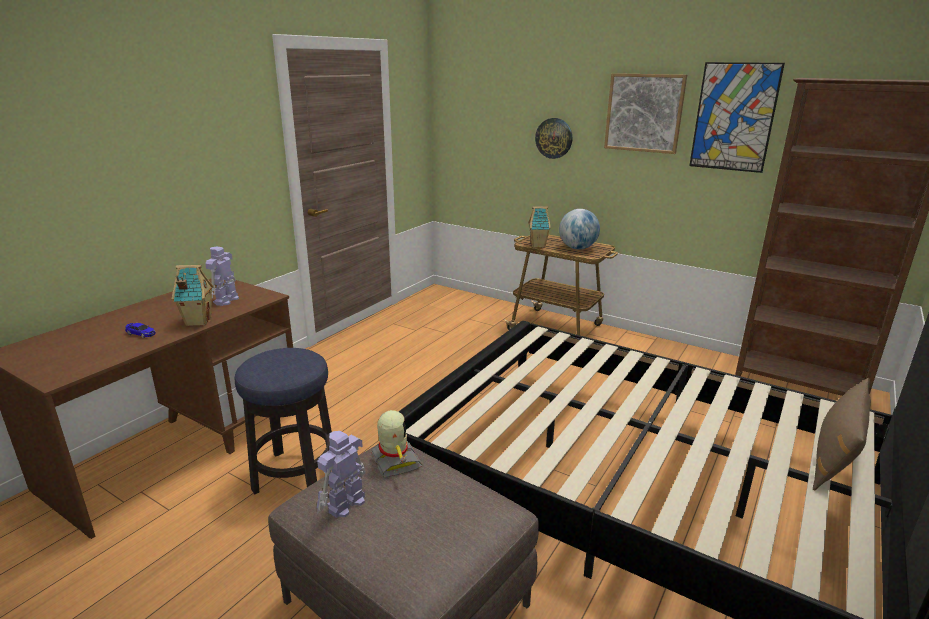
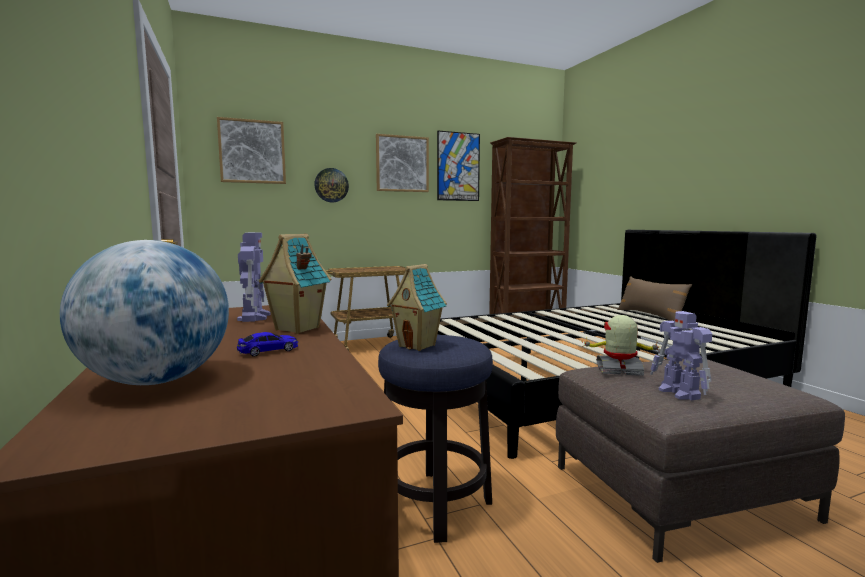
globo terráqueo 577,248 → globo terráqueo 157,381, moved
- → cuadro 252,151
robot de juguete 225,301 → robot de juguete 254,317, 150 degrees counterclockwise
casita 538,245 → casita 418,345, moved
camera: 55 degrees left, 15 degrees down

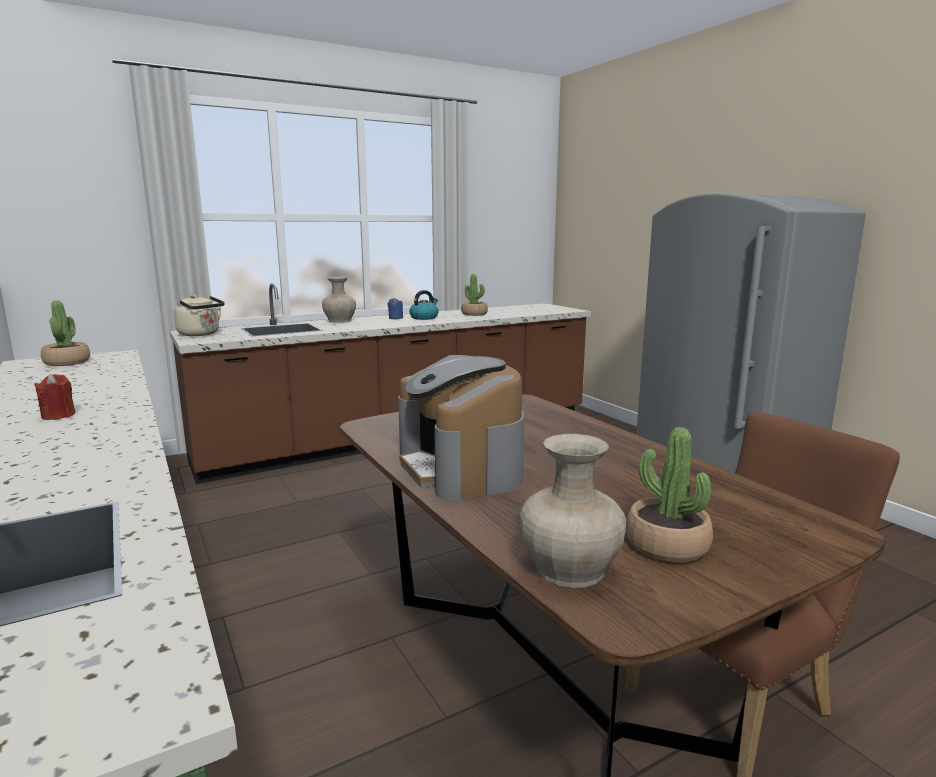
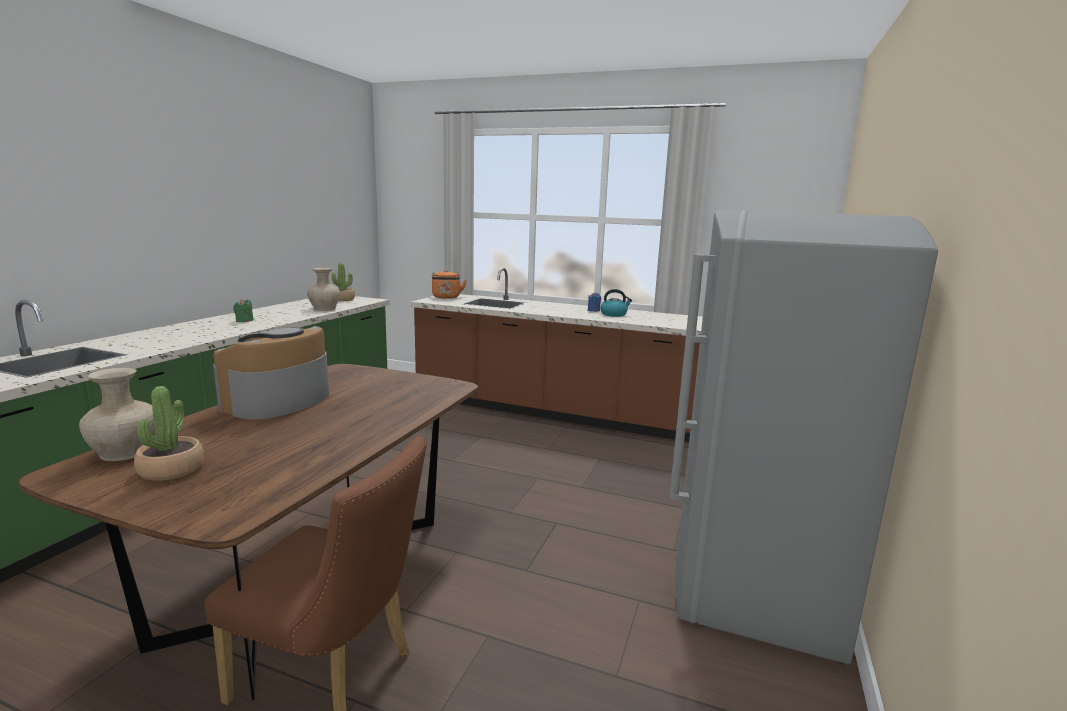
vela (rojo) 58,415 → vela (verde) 244,321
florero (beis) 339,321 → florero (beis) 324,308, moved
hervidor (beis) 201,334 → hervidor (naranja) 446,297
planta en maceta 474,314 → -
camera: 50 degrees right, 0 degrees up

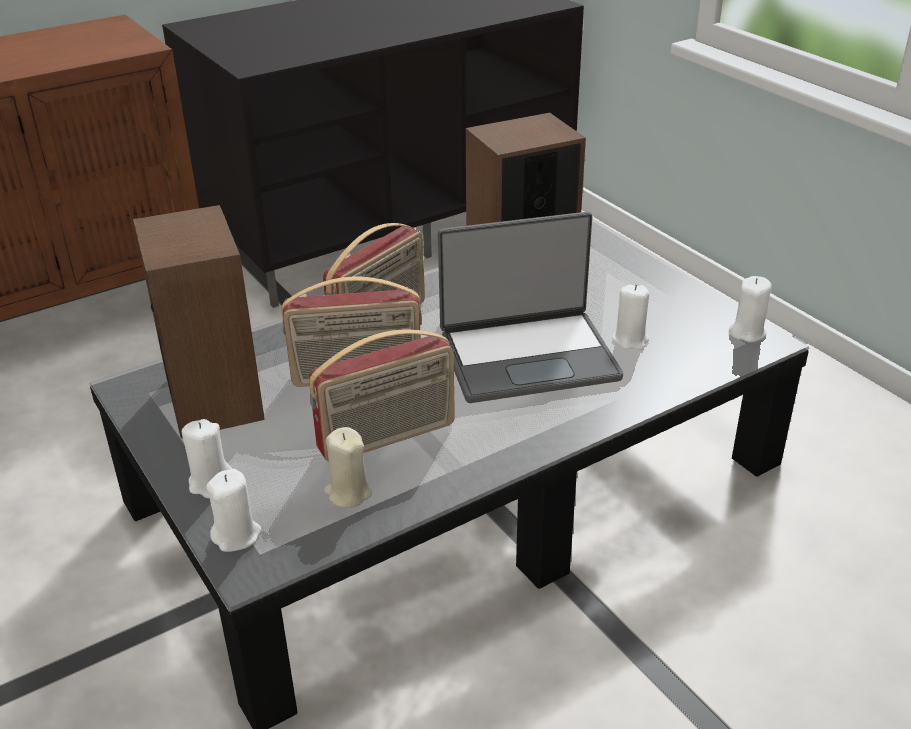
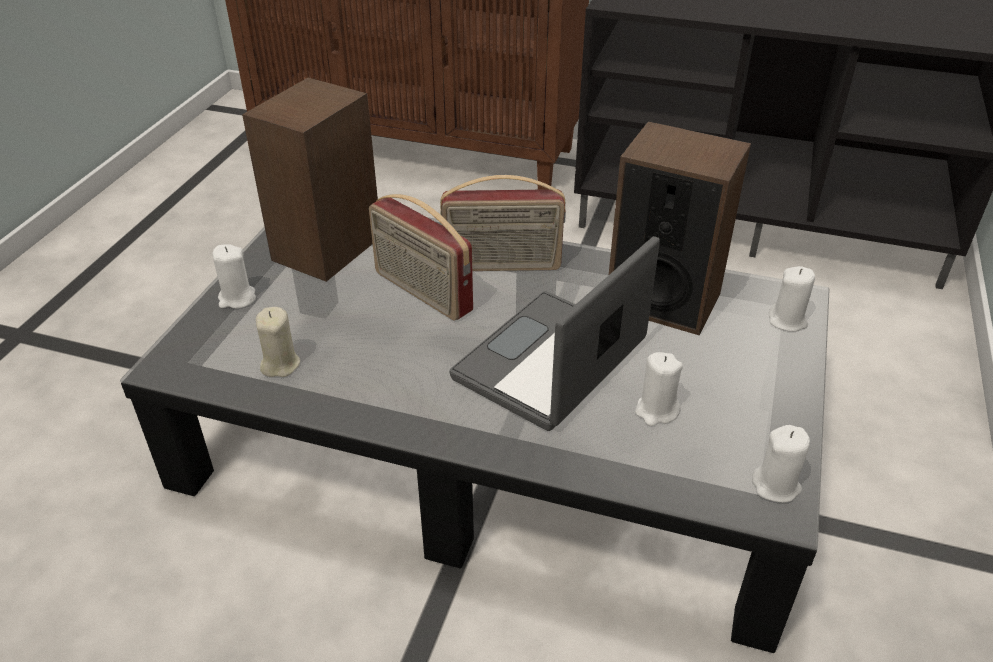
portátil 528,357 → portátil 552,363, 90 degrees clockwise
vela (blanco) 237,535 → vela (blanco) 787,321, moved
radio 388,438 → -
camera: 50 degrees right, 5 degrees up

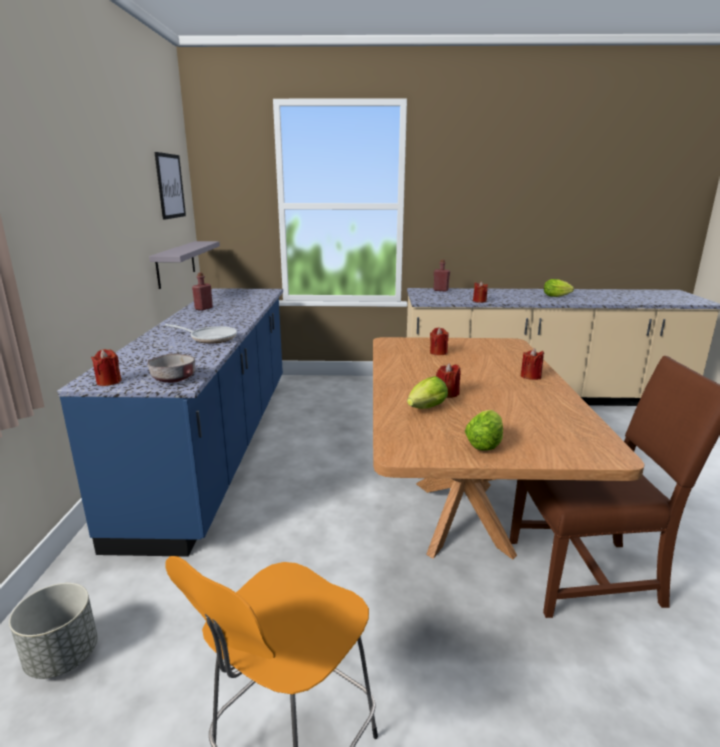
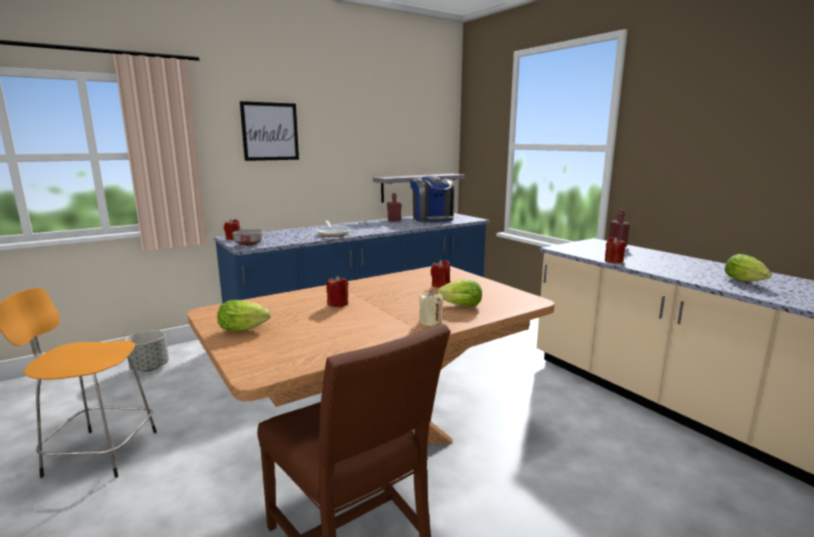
cuadro 170,186 → cuadro 270,131, moved
- → cafetera 432,219
vela (rojo) 530,376 → vela (beis) 430,322
lechuga 425,409 → lechuga 458,306, moved
camera: 55 degrees right, 5 degrees down

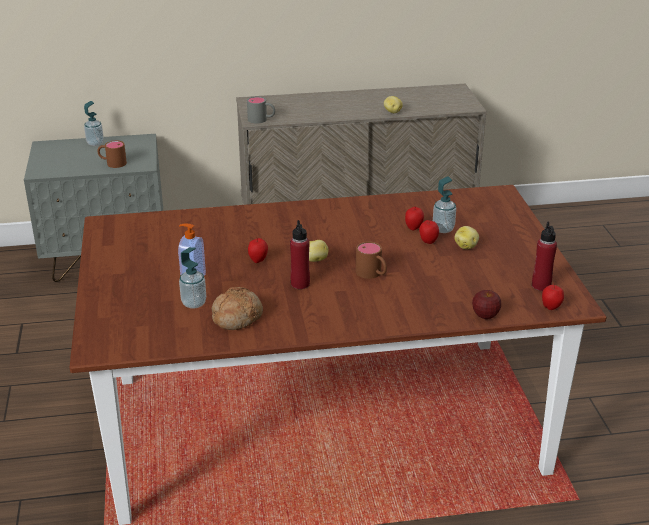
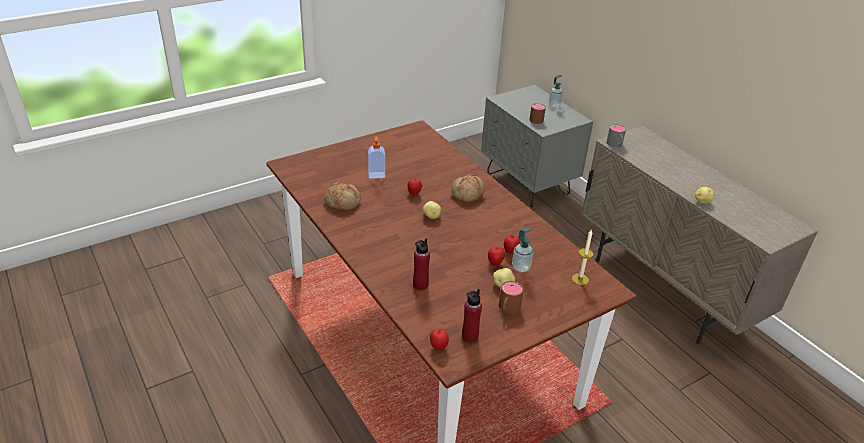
botella (rojo) 300,284 → botella (rojo) 420,285, moved
- → pan 468,194
taza grande (marrón) 372,274 → taza grande (marrón) 507,309, moved
- → vela 580,279
dispensador de jabón 194,303 → -
manzana 485,315 → -
camera: 65 degrees right, 5 degrees up

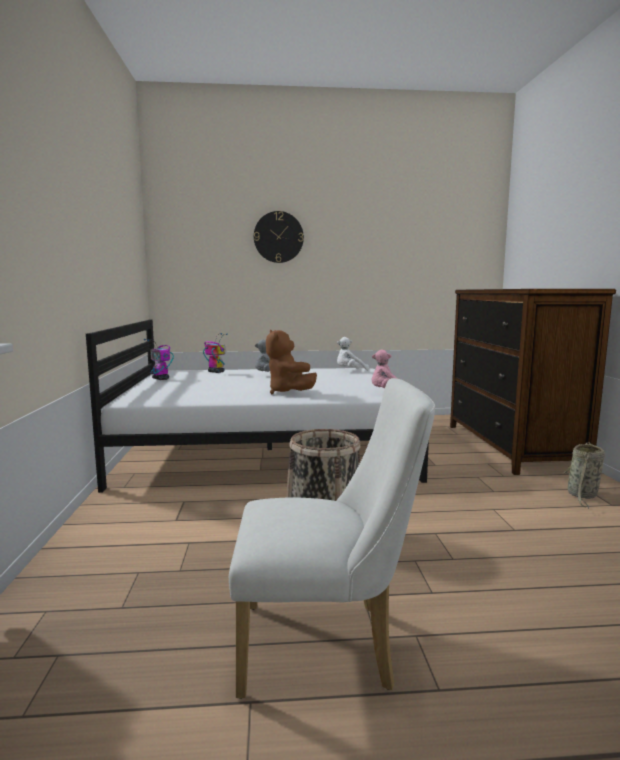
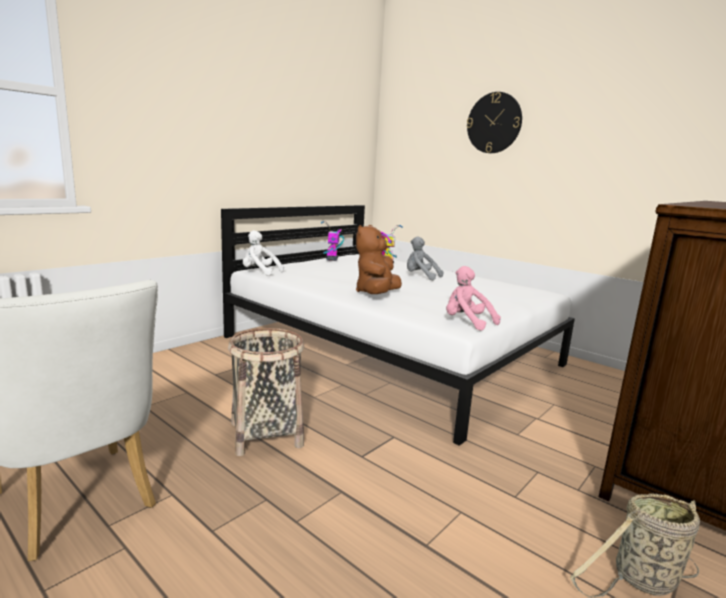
peluche (blanco) 349,371 → peluche (blanco) 260,272, moved
camera: 45 degrees right, 5 degrees up

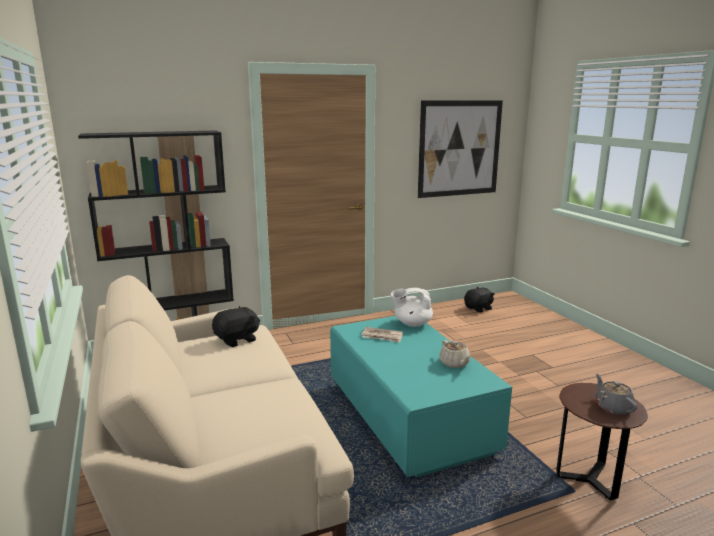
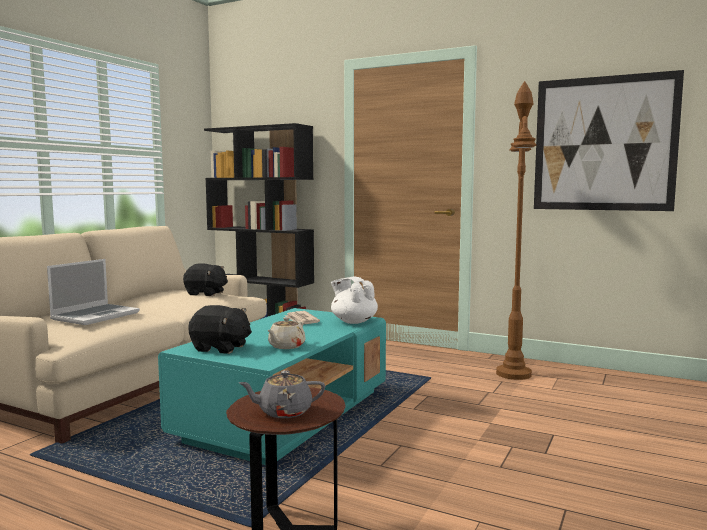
- → portátil 96,316
peluche (negro) 478,308 → peluche (negro) 220,348, moved
tetera (gris) 613,407 → tetera (gris) 284,412, 135 degrees counterclockwise
- → lámpara de pie (marrón) 513,374
camera: 50 degrees right, 10 degrees down

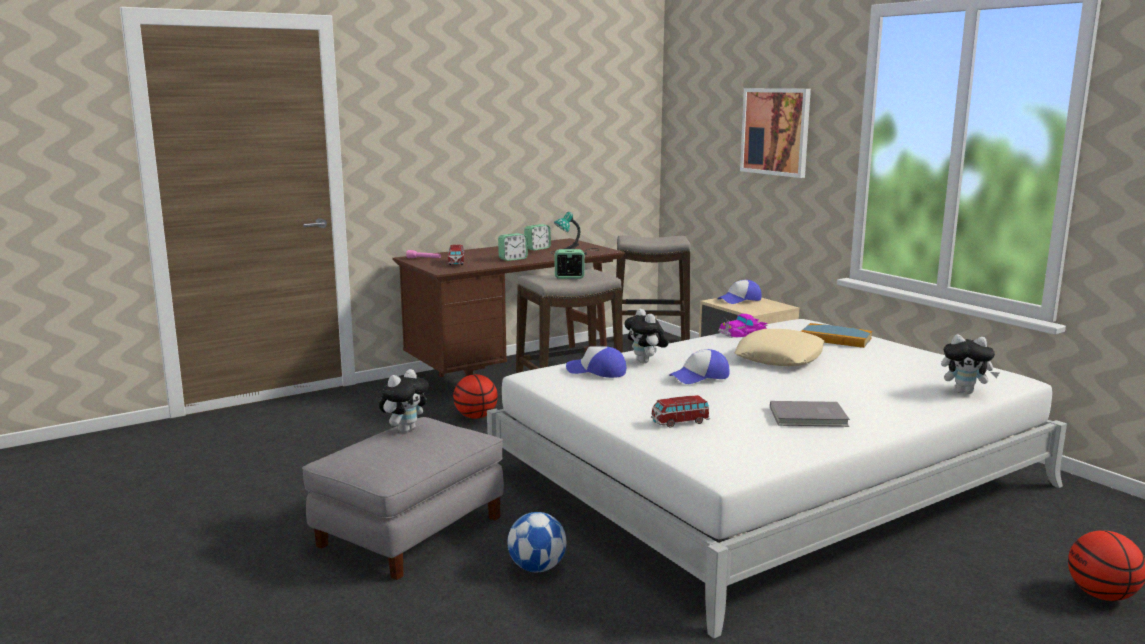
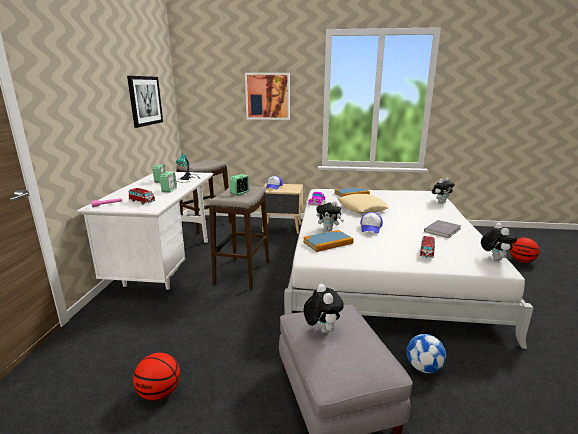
escritorio (marrón) 512,372 → escritorio (blanco) 166,265
- → cuadro 145,101
balón de baloncesto 476,417 → balón de baloncesto 159,393, moved
gorra 596,371 → libro 328,243
- → peluche 494,258
camera: 50 degrees left, 5 degrees up

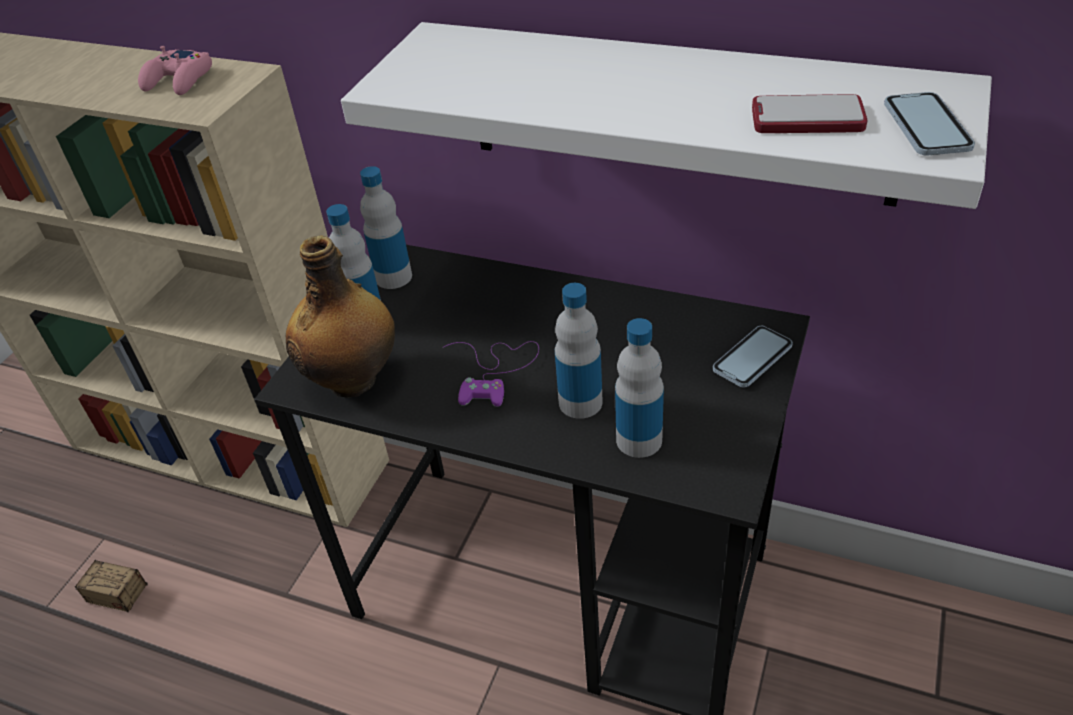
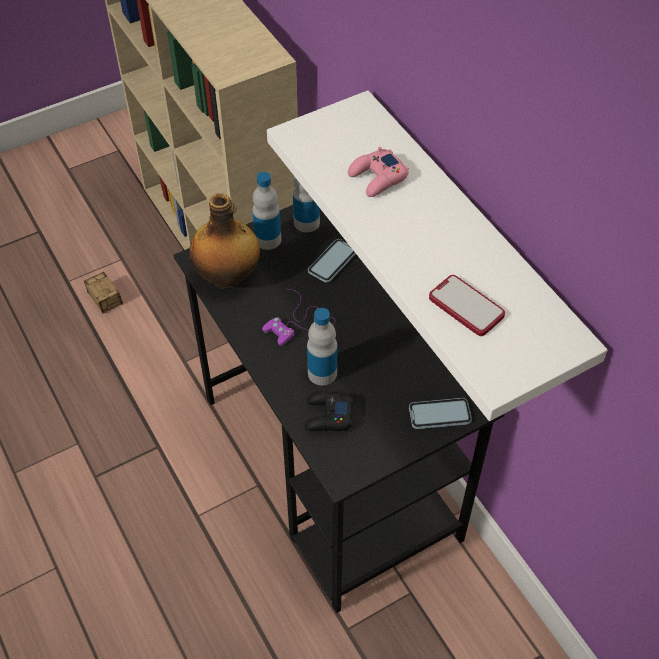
botella 639,440 → mando de consola (negro) 328,416
móvil 926,127 → móvil 332,262, moved
mando de consola (rosa) 179,80 → mando de consola (rosa) 377,178, moved
camera: 35 degrees right, 10 degrees up

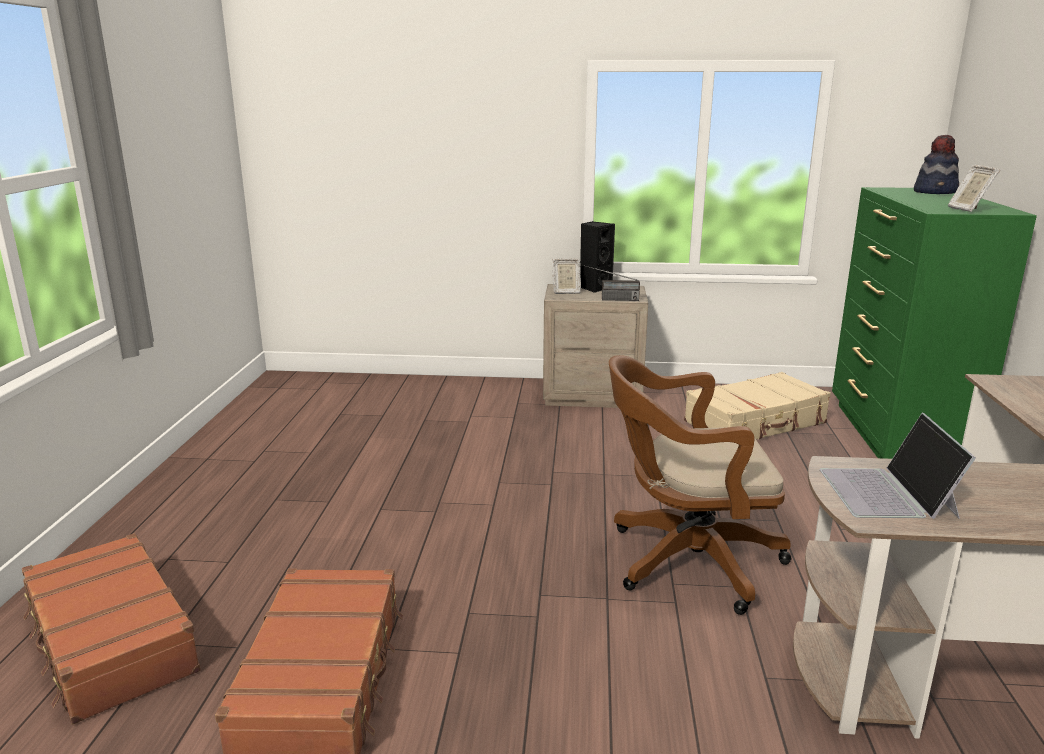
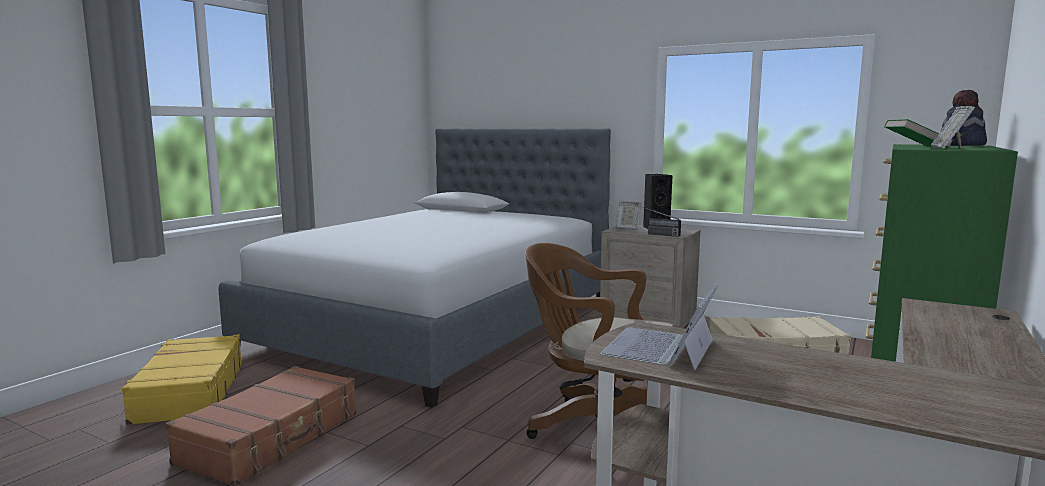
maleta (marrón) 110,641 → maleta (amarillo) 189,392
- → cama 440,324
- → libro (verde) 916,147
camera: 25 degrees right, 10 degrees down

